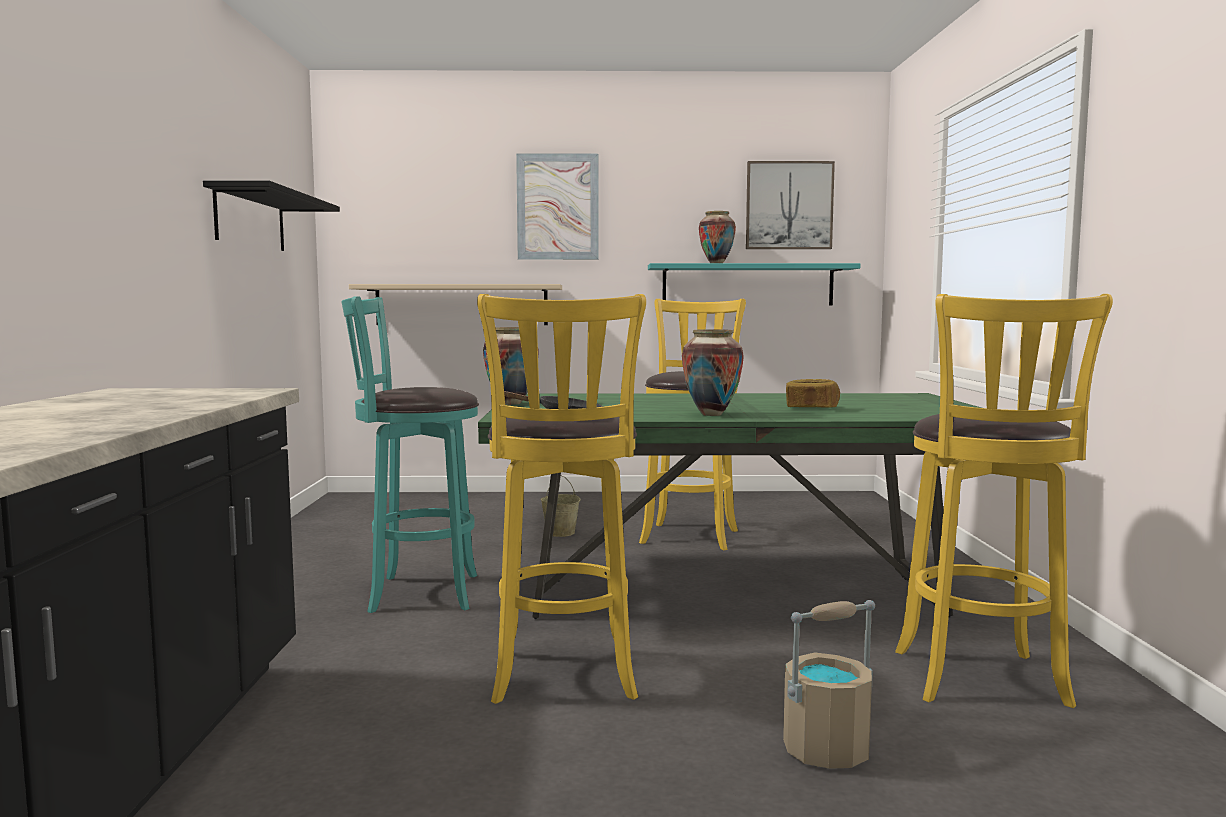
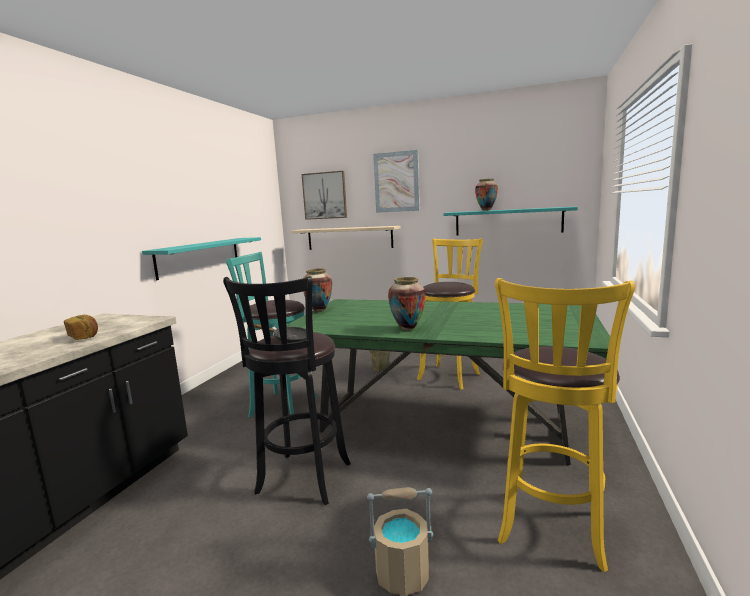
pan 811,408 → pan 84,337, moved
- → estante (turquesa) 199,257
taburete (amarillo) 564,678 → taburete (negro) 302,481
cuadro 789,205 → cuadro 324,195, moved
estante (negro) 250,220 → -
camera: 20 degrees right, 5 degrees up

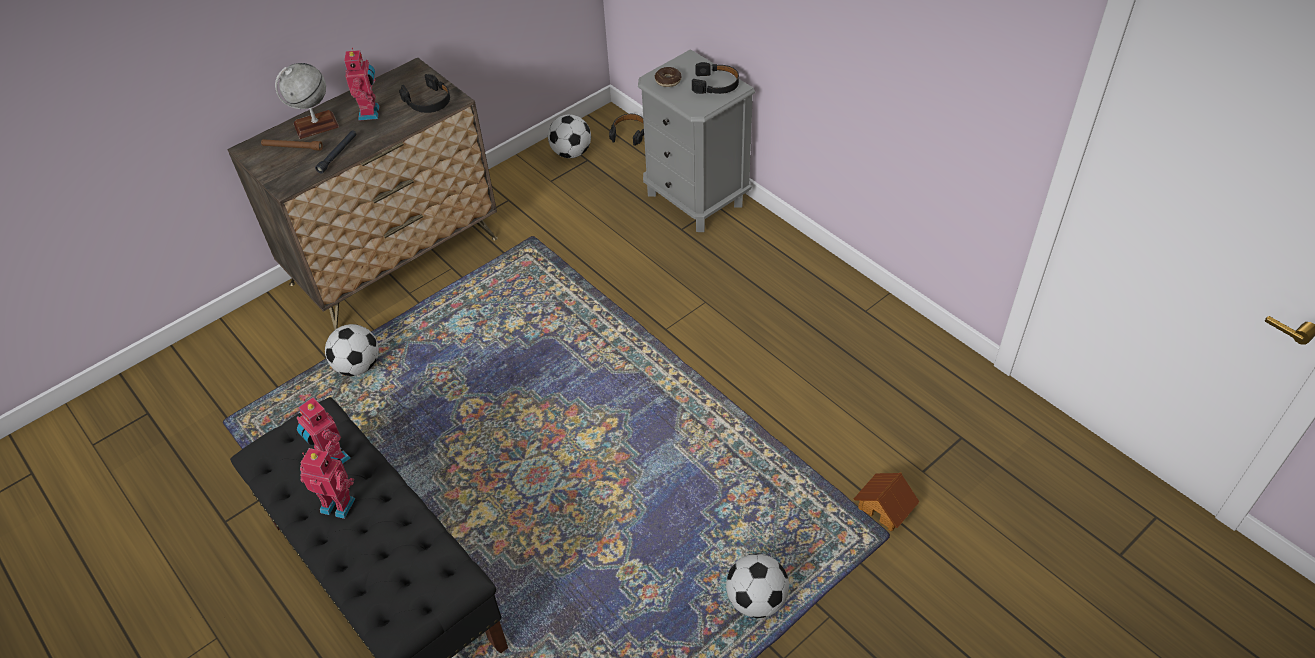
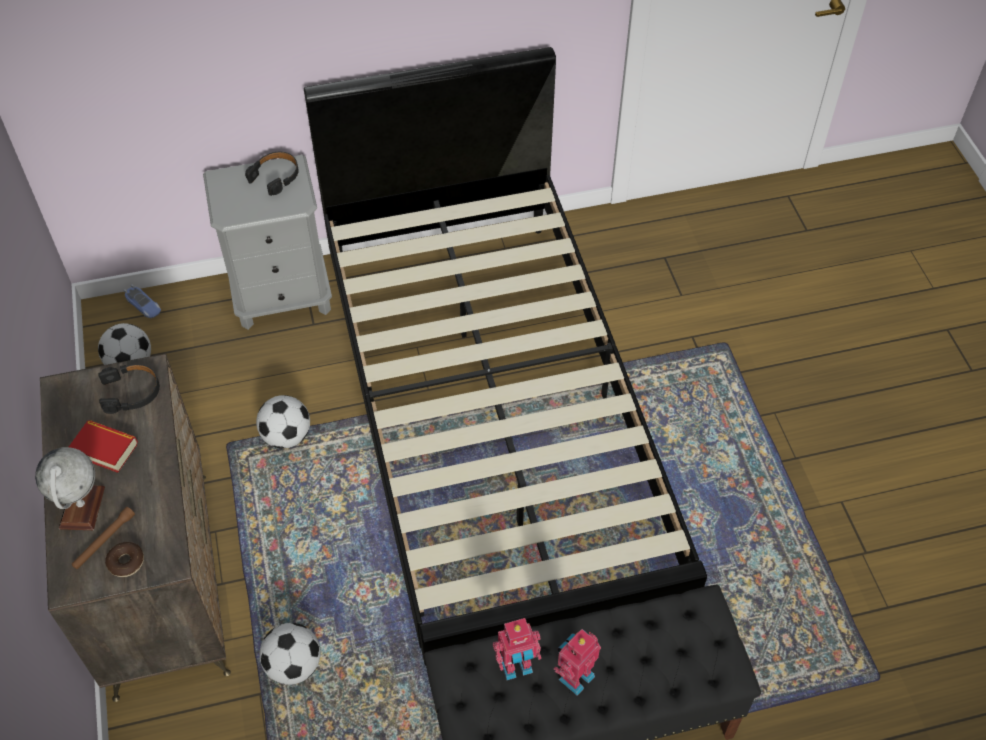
robot de juguete 371,113 → libro 105,449
rosquilla 668,81 → rosquilla 126,562, moved
auriculares (negro) 629,133 → coche de juguete 143,305
balón de fútbol 756,600 → balón de fútbol 286,436, moved
- → cama (negro) 493,421
linterna (negro) 338,154 → -
casita 885,507 → -
camera: 65 degrees left, 5 degrees up

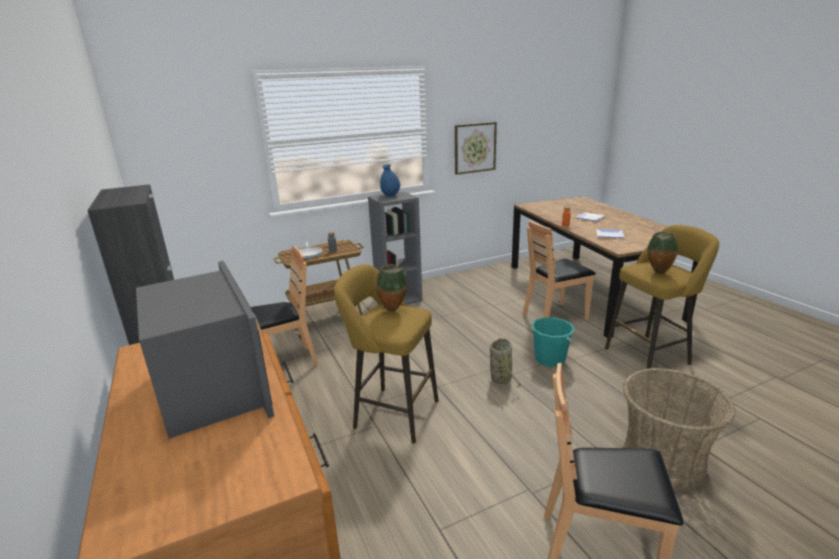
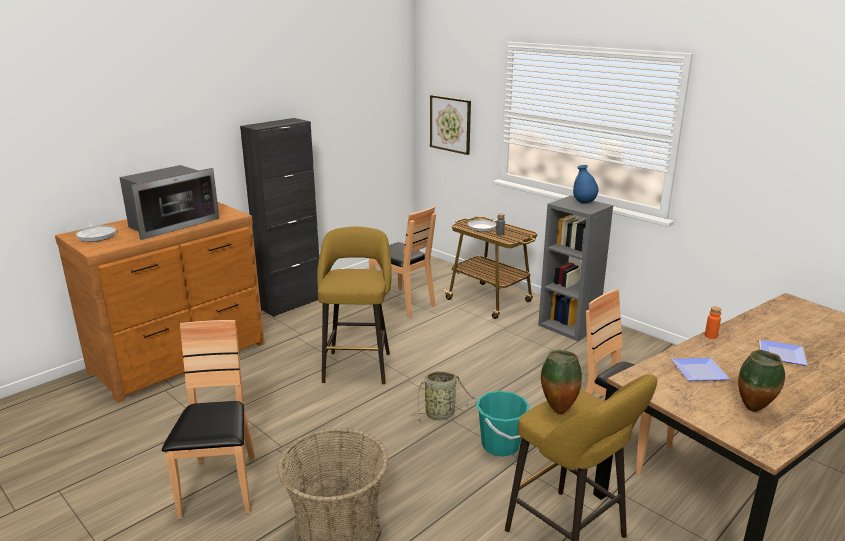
- → sartén 96,235
cuadro 475,148 → cuadro 450,124, moved
florero 393,310 → florero 754,410, moved
camera: 70 degrees right, 0 degrees up

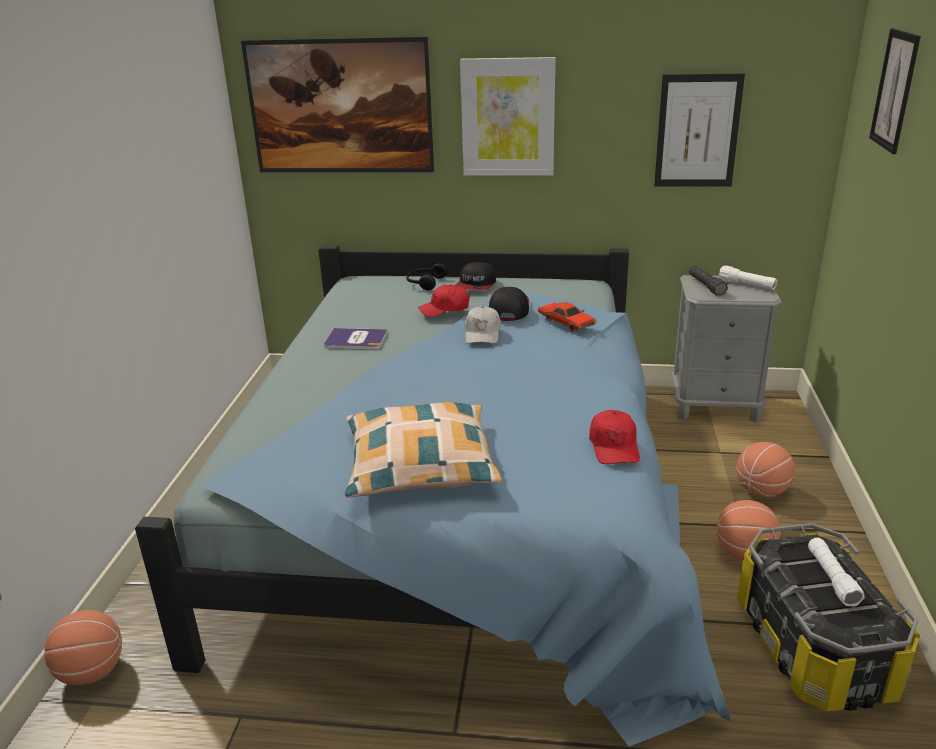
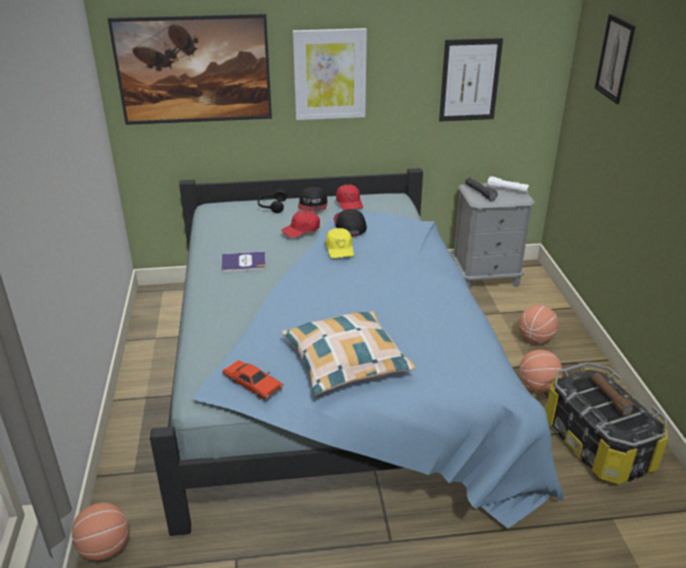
coche de juguete (rojo) 566,322 → coche de juguete (rojo) 252,385, moved
gorra (blanco) 482,334 → gorra (amarillo) 339,249
gorra (rojo) 614,446 → gorra (rojo) 349,203, moved
linterna (blanco) 831,578 → linterna (marrón) 610,398
camera: 15 degrees left, 5 degrees up

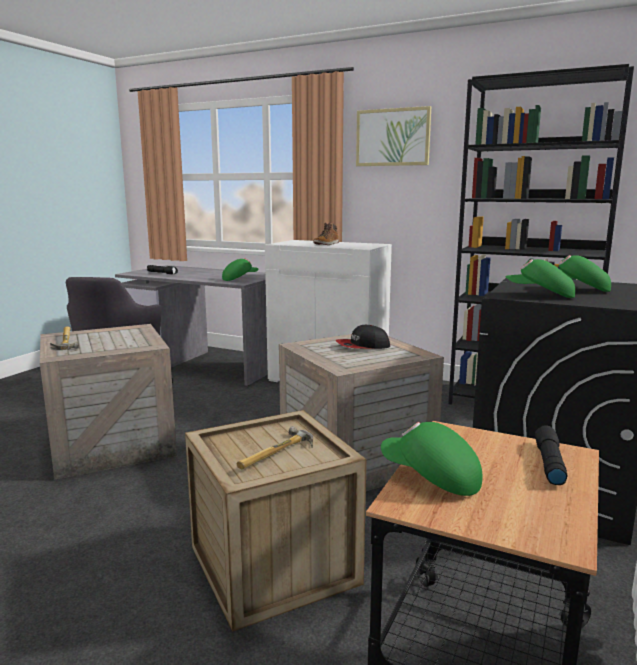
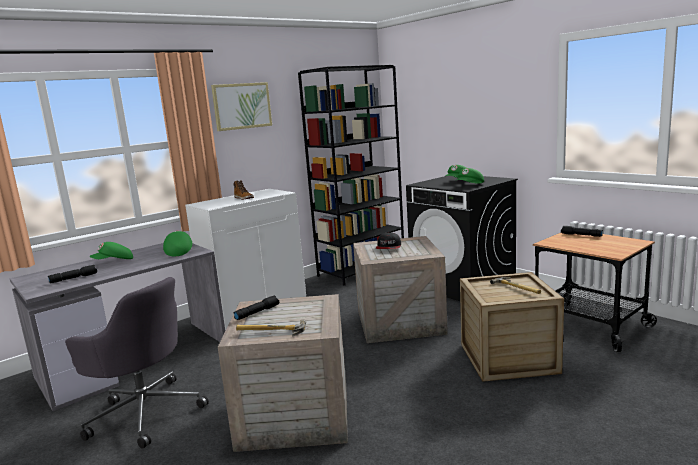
gorra (verde) 431,478 → gorra (verde) 113,262, moved
- → linterna (negro) 257,312
camera: 65 degrees left, 0 degrees up

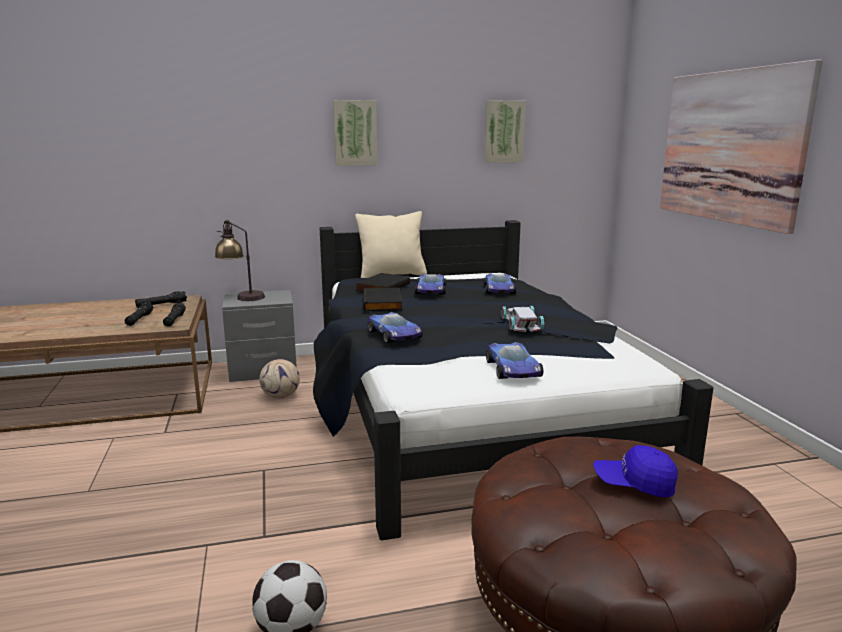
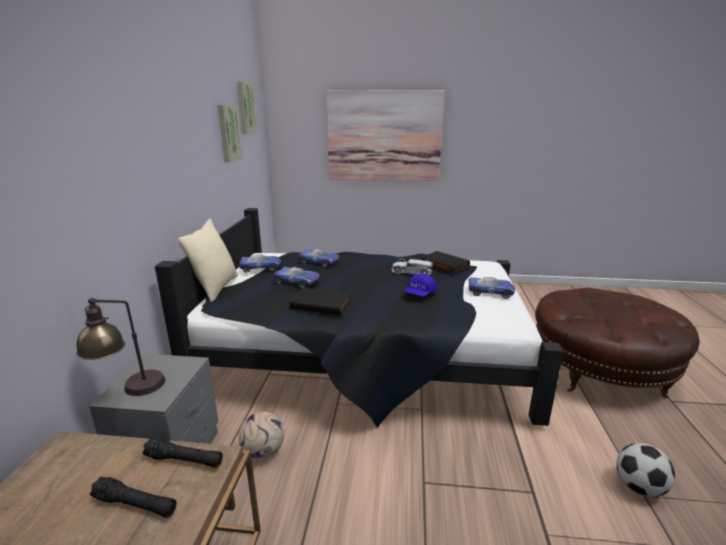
cuadro 355,133 → cuadro 245,108, moved
coche de juguete 395,334 → coche de juguete 261,267, moved
gorra (azul) 634,484 → gorra (azul) 419,293, moved
libro (negro) 382,287 → libro (negro) 443,265, moved
linterna (negro) 161,305 → -
camera: 70 degrees left, 5 degrees up

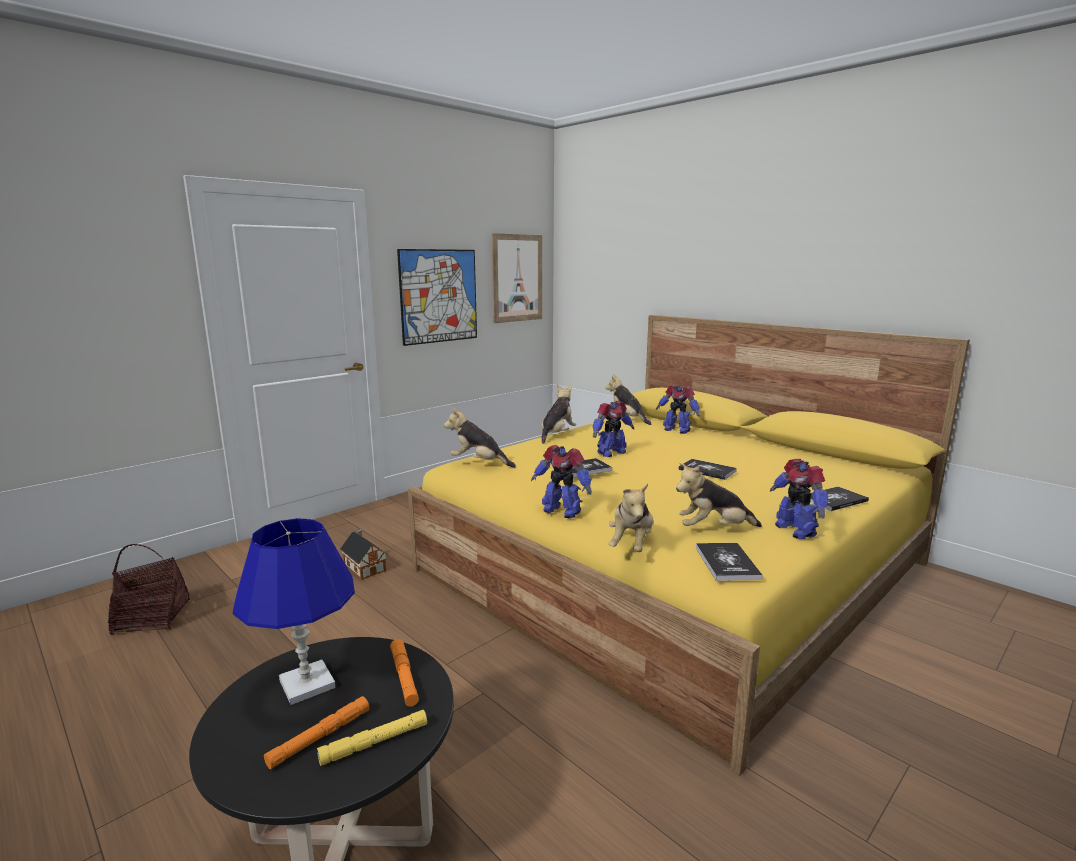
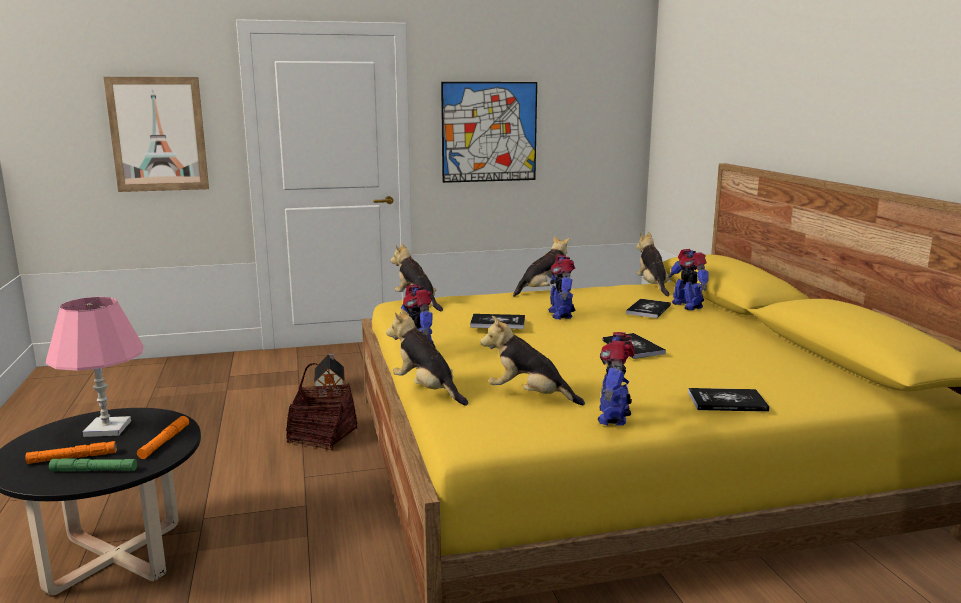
lámpara de mesa (azul) 306,684 → lámpara de mesa (rosa) 107,428
linterna (amarillo) 374,743 → linterna (verde) 94,470
cuadro 517,278 → cuadro 158,134, moved
cesta 152,617 → cesta 322,436, moved
peluche 631,544 → peluche 427,390, 90 degrees clockwise
robot de juguete 610,453 → robot de juguete 561,314, 90 degrees clockwise
libro 727,563 → libro 648,309, moved
camera: 30 degrees right, 0 degrees up

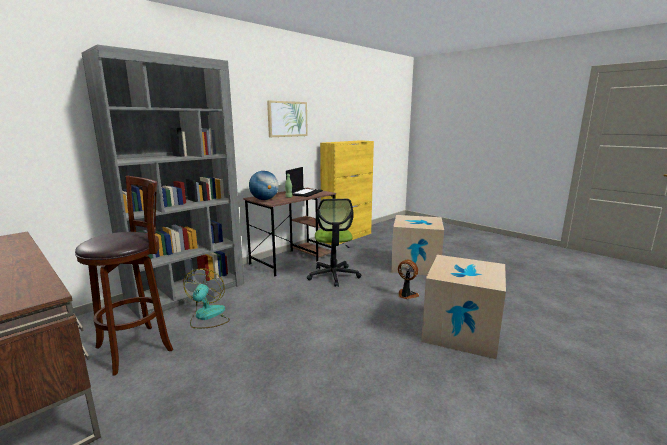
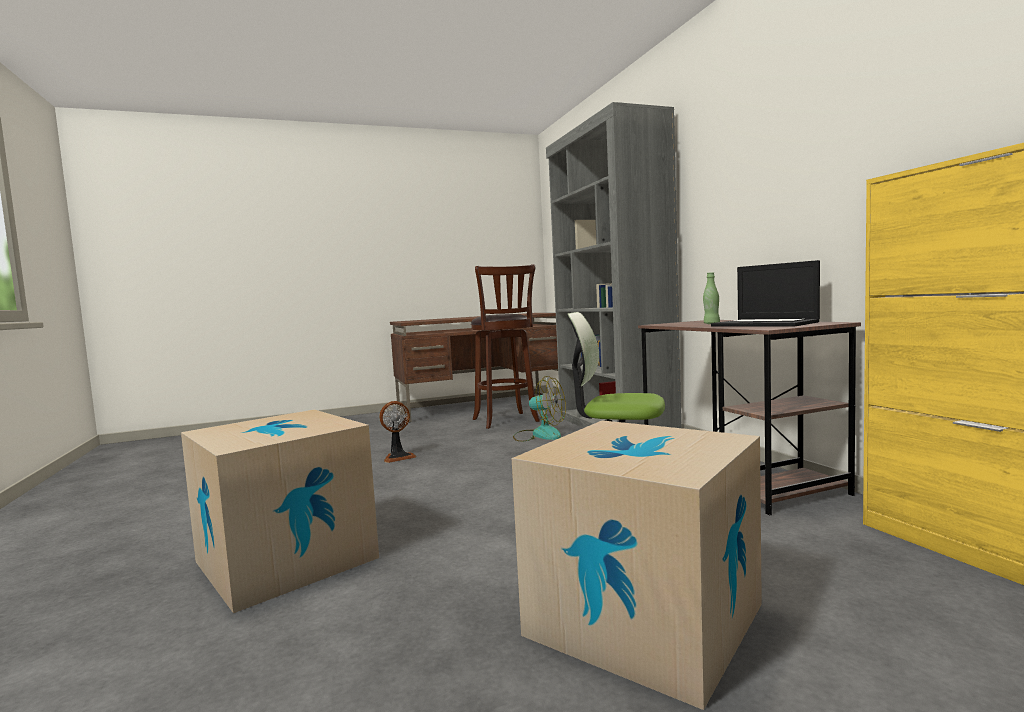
ventilador 406,295 → ventilador 398,457, moved
globo terráqueo 264,199 → -
cuadro 287,119 → -
camera: 115 degrees right, 10 degrees down

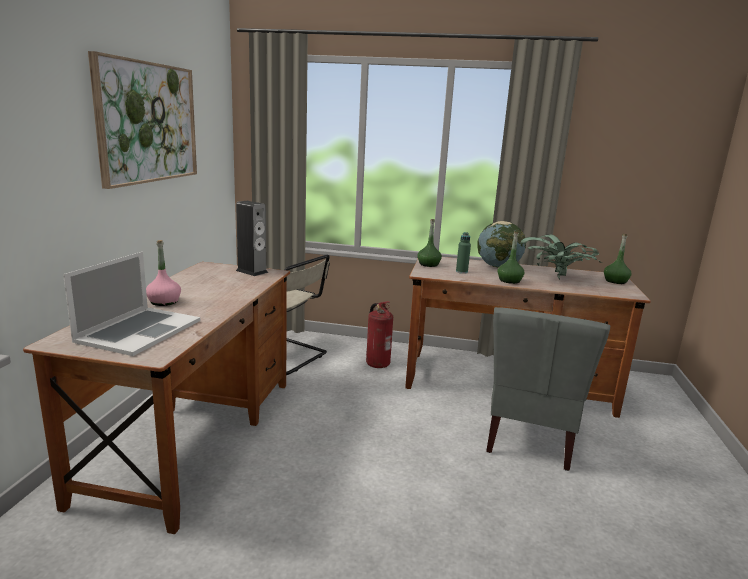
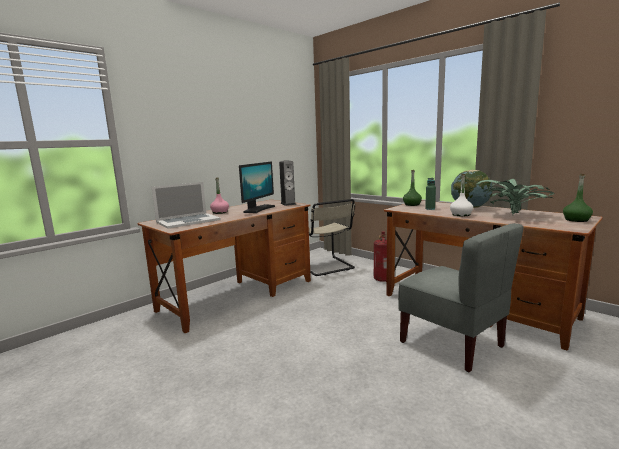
- → monitor 258,209
silla (gris) 529,438 → silla (gris) 452,344, 90 degrees counterclockwise
botella (verde) 509,280 → botella (blanco) 461,215
cuadro 148,122 → -
camera: 35 degrees right, 5 degrees down

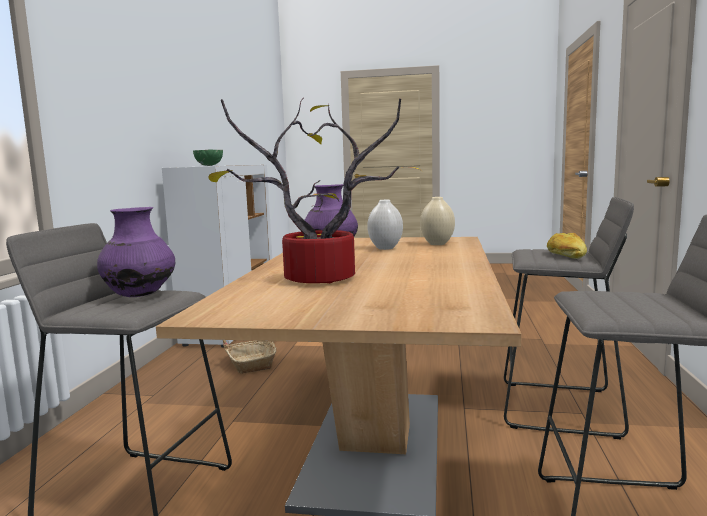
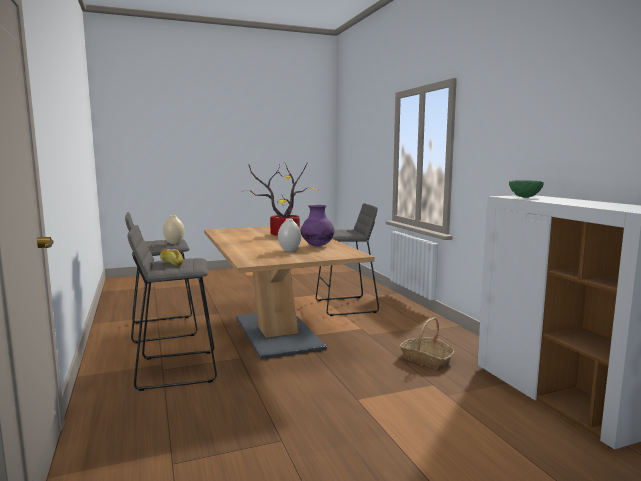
florero (beis) 437,244 → florero (beis) 174,243, moved
florero (morado) 140,296 → -
camera: 150 degrees right, 0 degrees up

